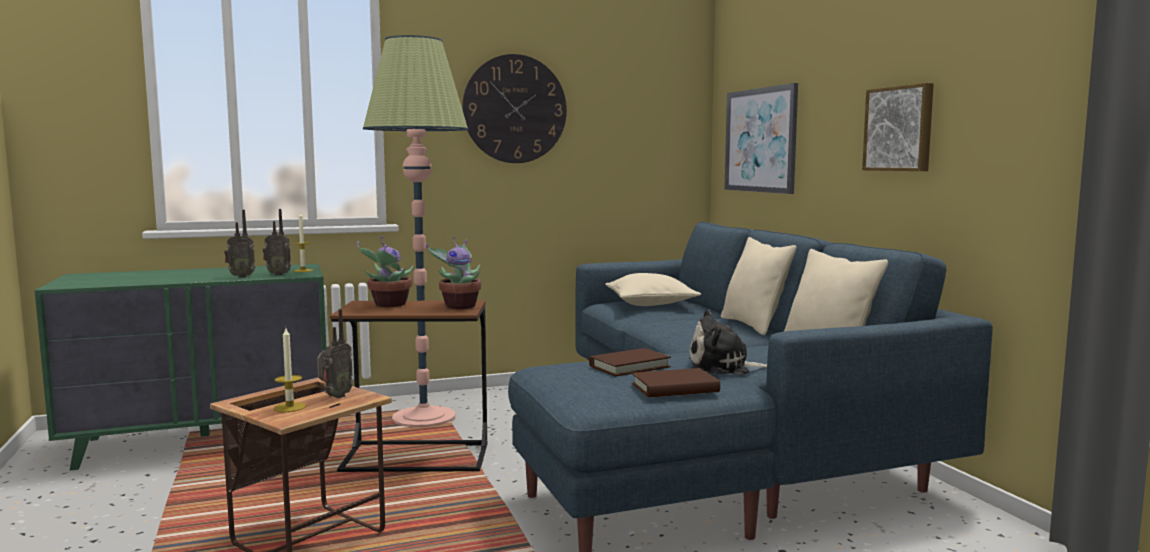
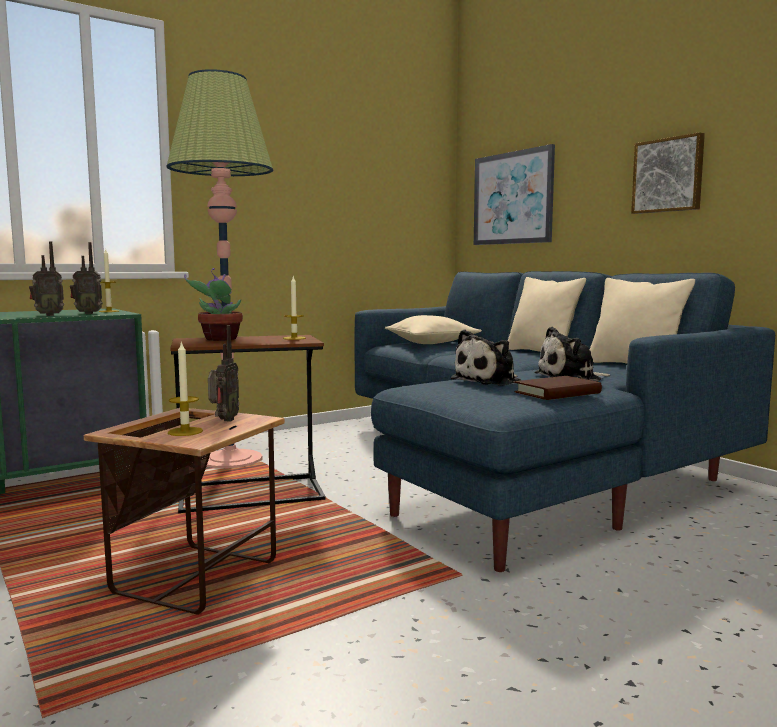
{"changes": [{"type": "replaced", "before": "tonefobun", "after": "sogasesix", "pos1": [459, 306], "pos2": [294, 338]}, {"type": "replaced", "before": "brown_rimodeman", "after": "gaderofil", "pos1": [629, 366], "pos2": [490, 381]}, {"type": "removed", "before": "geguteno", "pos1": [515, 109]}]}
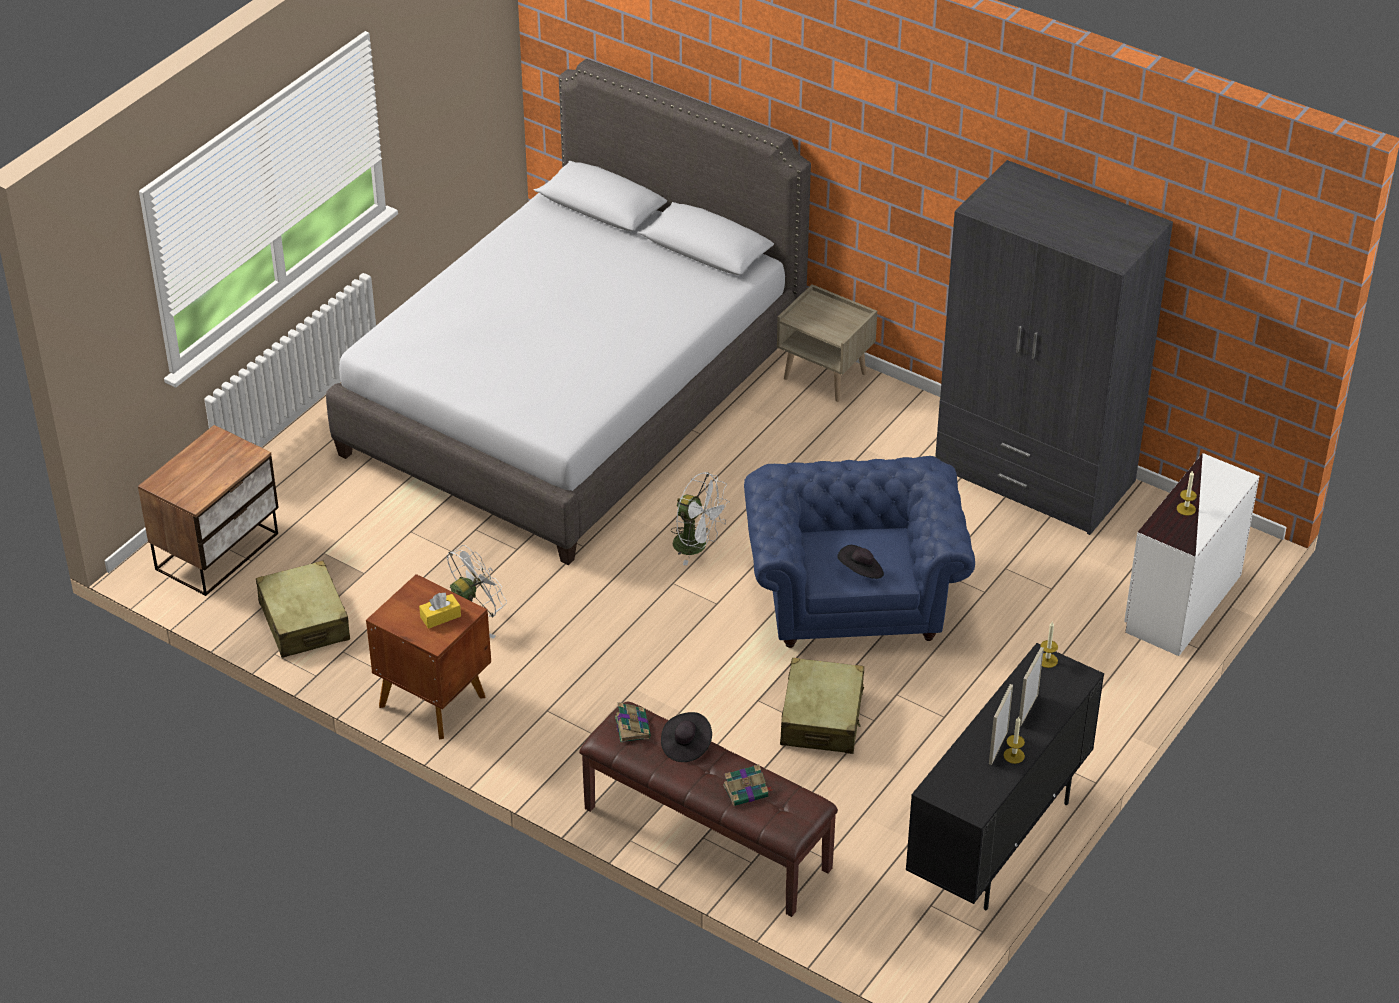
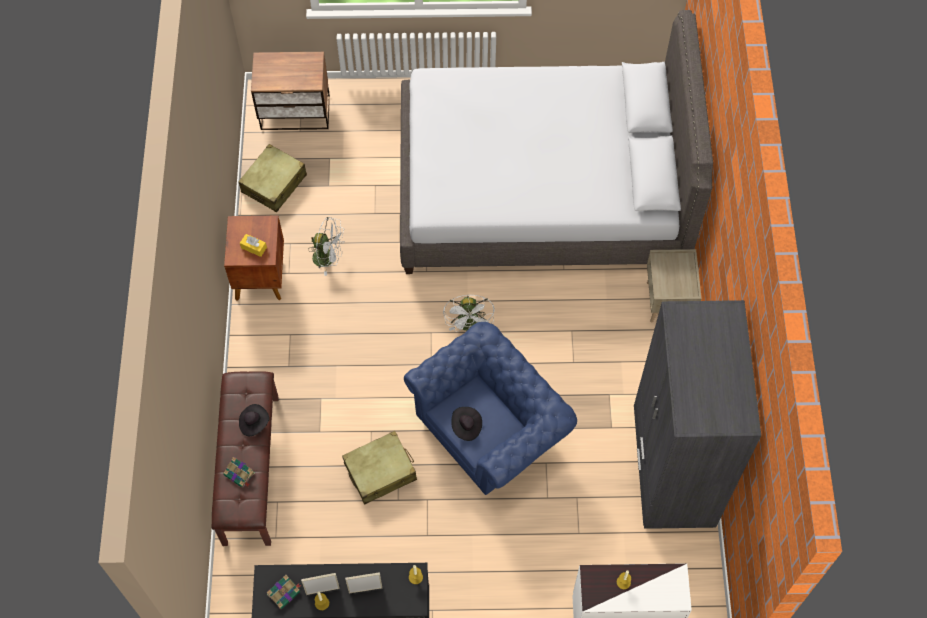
{"changes": [{"type": "moved", "before": "rimodeman", "pos1": [632, 726], "pos2": [284, 592]}]}
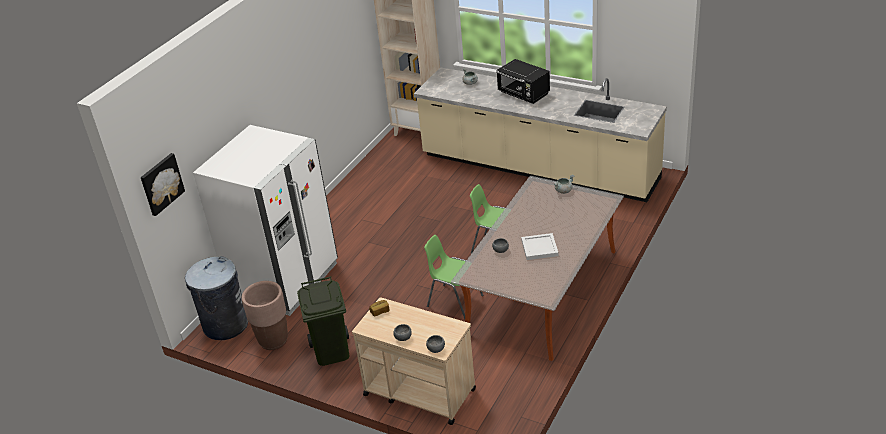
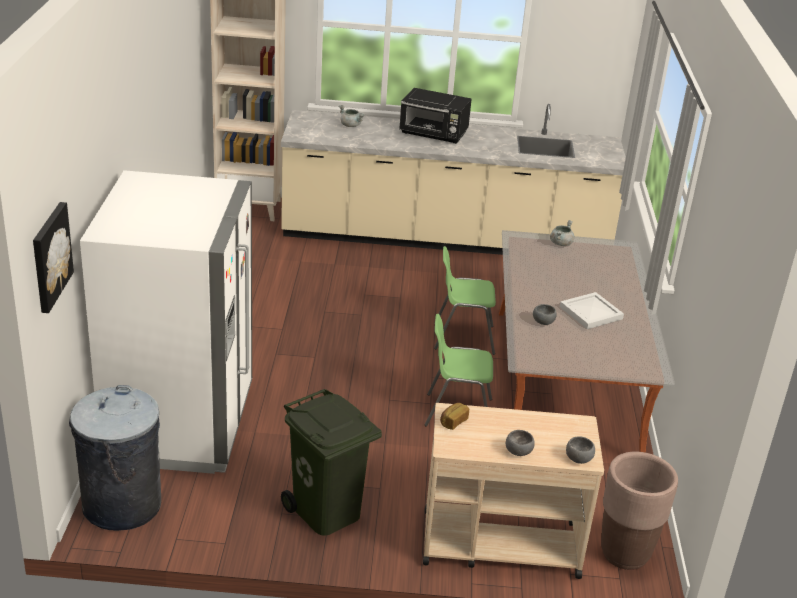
{"changes": [{"type": "moved", "before": "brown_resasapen", "pos1": [273, 341], "pos2": [625, 554]}]}
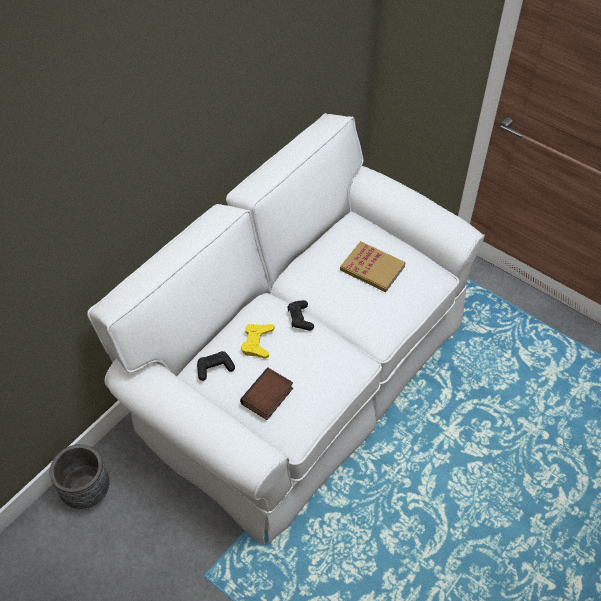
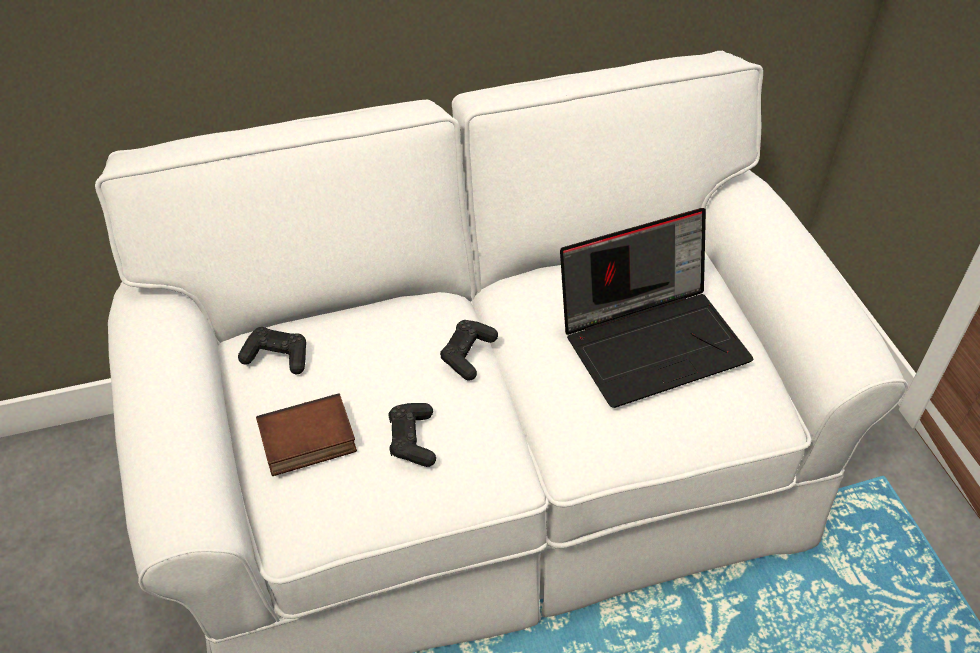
{"changes": [{"type": "added", "after": "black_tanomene", "pos2": [412, 440]}, {"type": "replaced", "before": "rimodeman", "after": "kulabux", "pos1": [372, 268], "pos2": [653, 339]}, {"type": "removed", "before": "grey_resasapen", "pos1": [87, 490]}, {"type": "removed", "before": "yellow_tanomene", "pos1": [257, 342]}]}
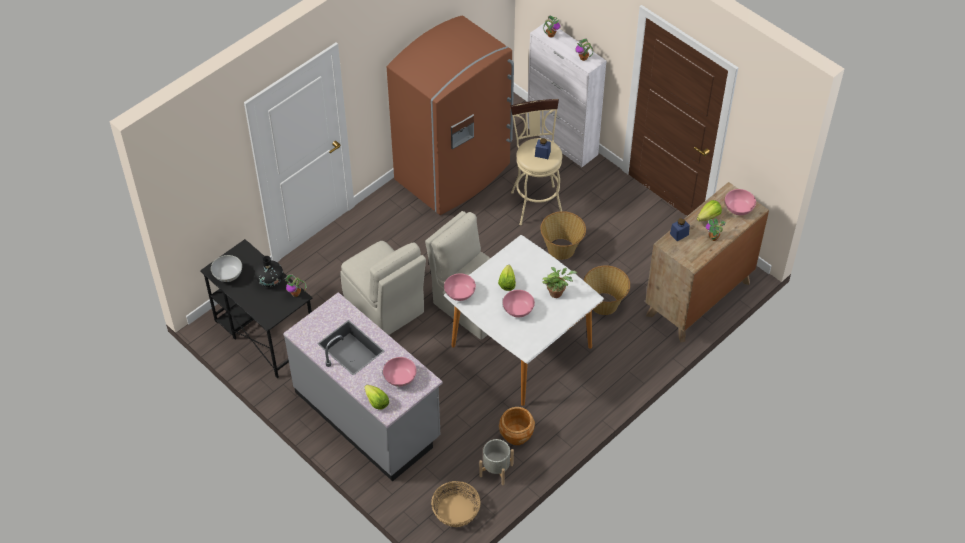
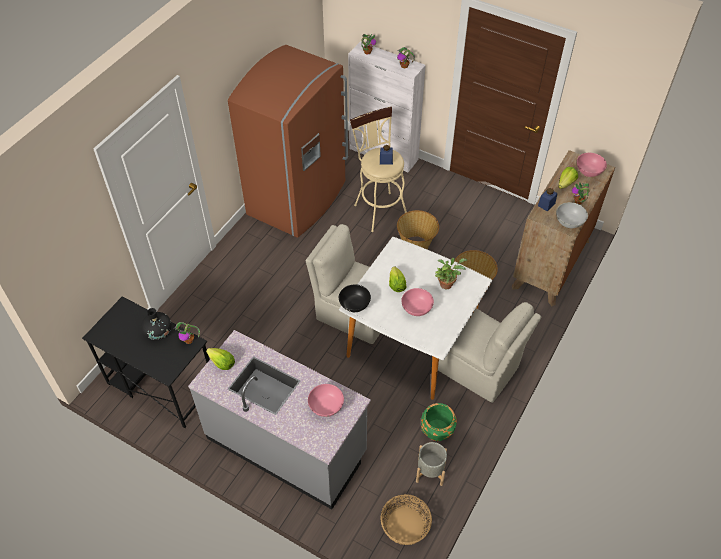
{"changes": [{"type": "moved", "before": "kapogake", "pos1": [376, 402], "pos2": [222, 363]}, {"type": "recoloured", "before": "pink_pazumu", "after": "black_pazumu", "pos1": [460, 294], "pos2": [354, 305]}, {"type": "recoloured", "before": "brown_resasapen", "after": "green_resasapen", "pos1": [516, 435], "pos2": [437, 430]}, {"type": "moved", "before": "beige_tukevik", "pos1": [384, 306], "pos2": [478, 369]}, {"type": "moved", "before": "white_pazumu", "pos1": [228, 275], "pos2": [569, 222]}]}
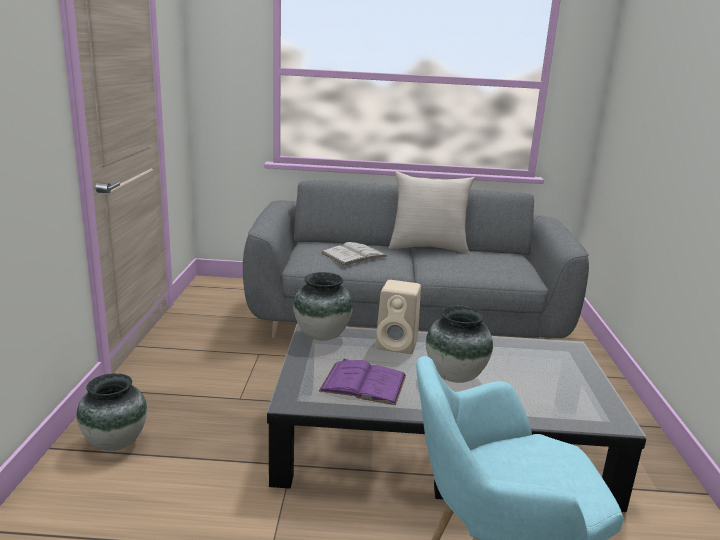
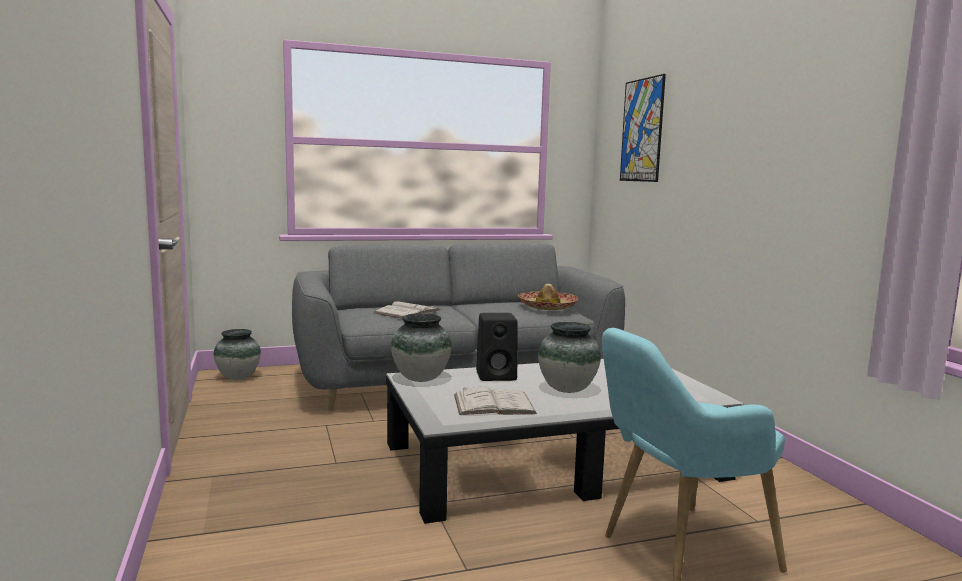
{"changes": [{"type": "moved", "before": "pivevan", "pos1": [115, 442], "pos2": [238, 377]}, {"type": "recoloured", "before": "purple_rimodeman", "after": "white_rimodeman", "pos1": [363, 383], "pos2": [493, 404]}, {"type": "recoloured", "before": "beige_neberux", "after": "black_neberux", "pos1": [398, 344], "pos2": [497, 376]}, {"type": "added", "after": "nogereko", "pos2": [547, 307]}, {"type": "added", "after": "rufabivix", "pos2": [642, 130]}, {"type": "removed", "before": "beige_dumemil", "pos1": [428, 248]}]}
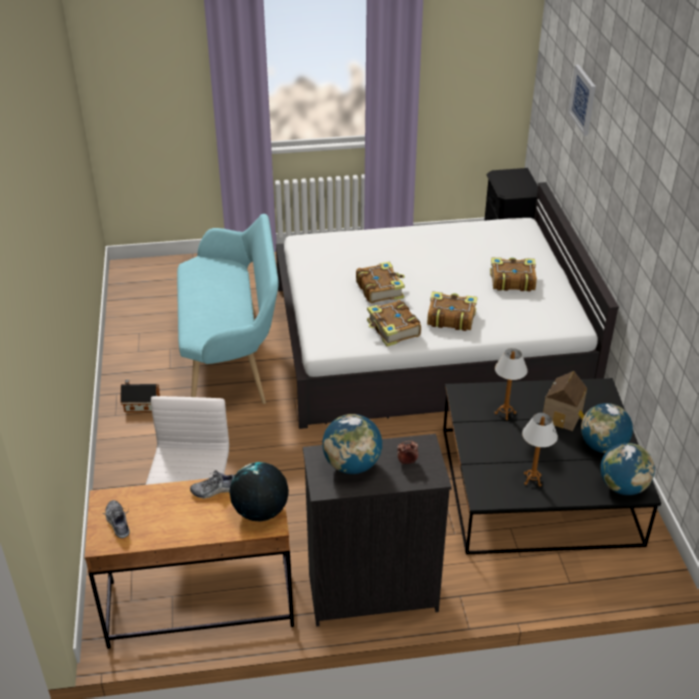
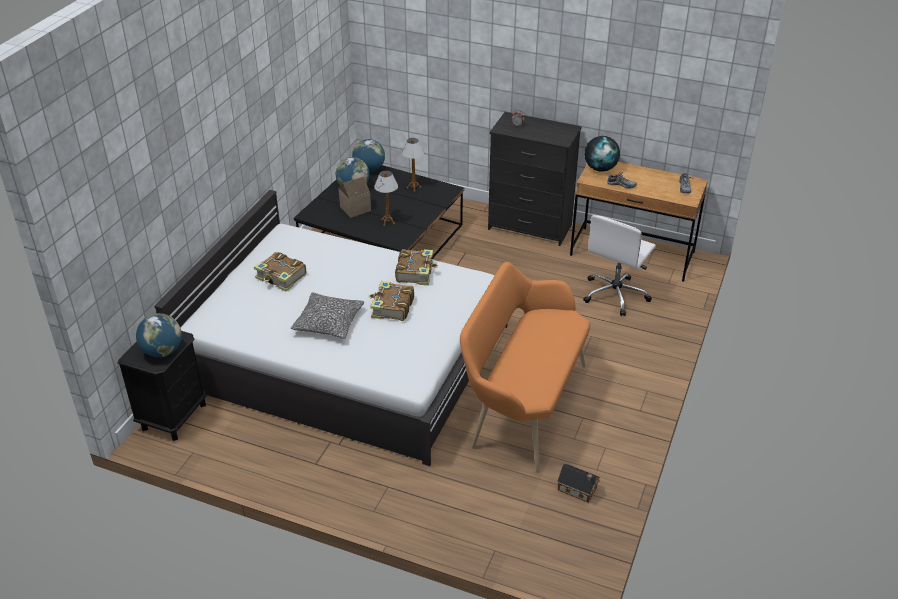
{"changes": [{"type": "moved", "before": "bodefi", "pos1": [352, 465], "pos2": [162, 352]}, {"type": "added", "after": "dumemil", "pos2": [328, 322]}, {"type": "recoloured", "before": "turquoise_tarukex", "after": "orange_tarukex", "pos1": [232, 358], "pos2": [522, 405]}, {"type": "moved", "before": "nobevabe", "pos1": [140, 404], "pos2": [578, 489]}, {"type": "removed", "before": "rimodeman", "pos1": [450, 317]}, {"type": "removed", "before": "rufabivix", "pos1": [583, 99]}]}
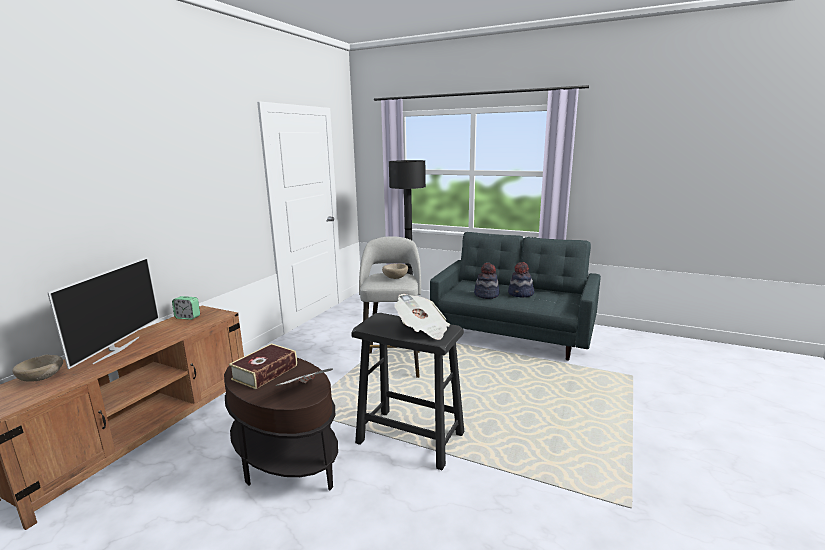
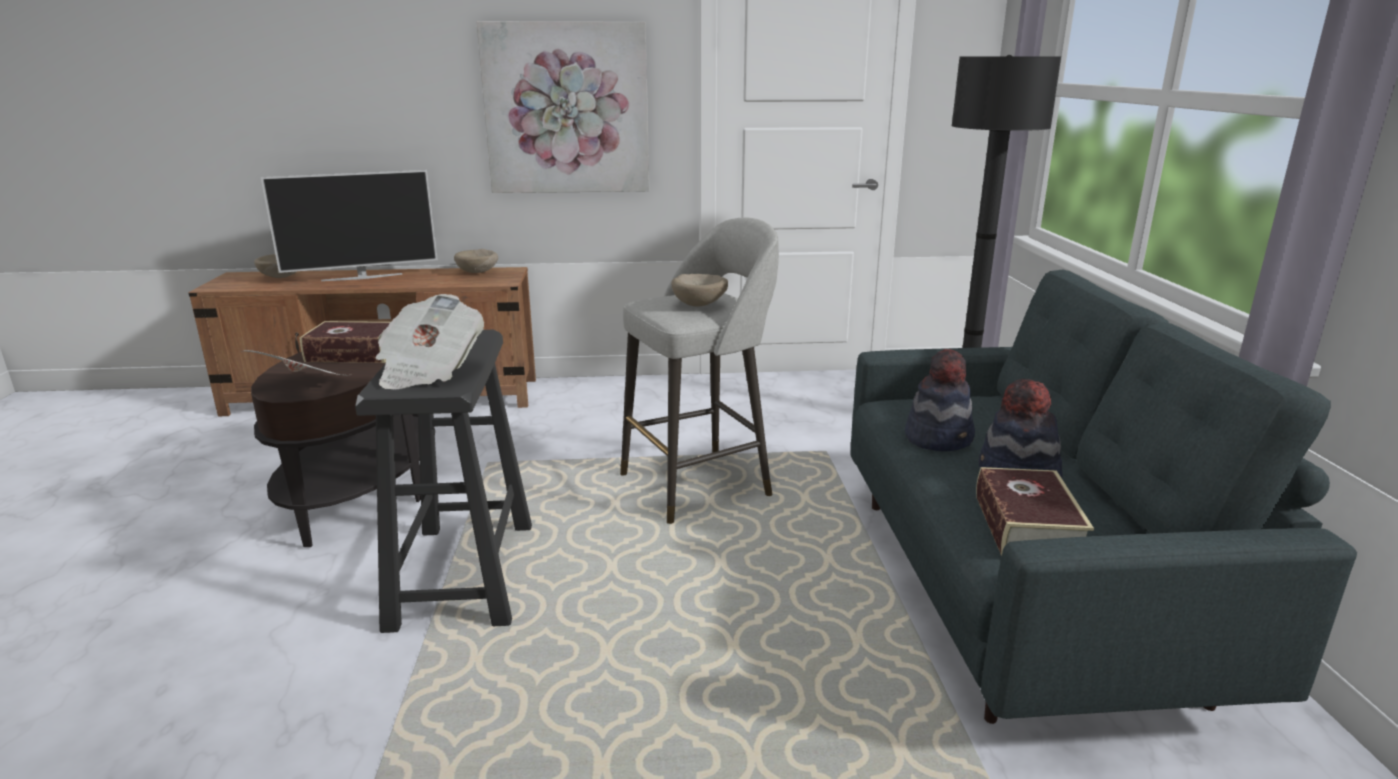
{"changes": [{"type": "replaced", "before": "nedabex", "after": "beige_pazumu", "pos1": [188, 317], "pos2": [478, 272]}, {"type": "added", "after": "rufabivix", "pos2": [567, 109]}, {"type": "added", "after": "rimodeman", "pos2": [1027, 527]}]}
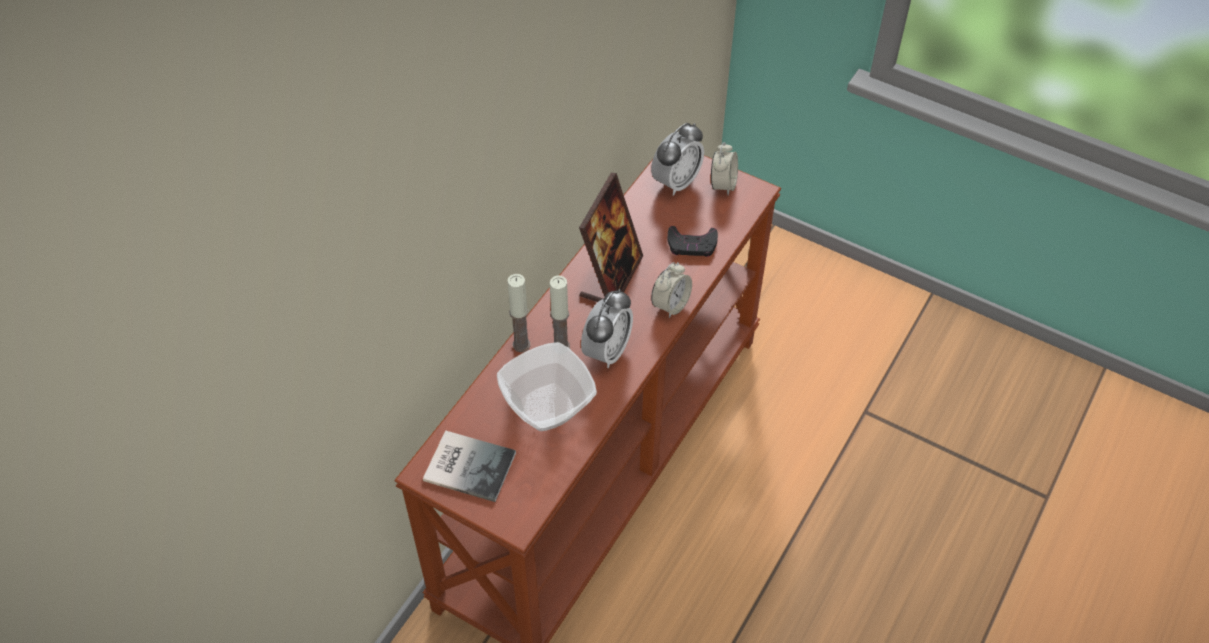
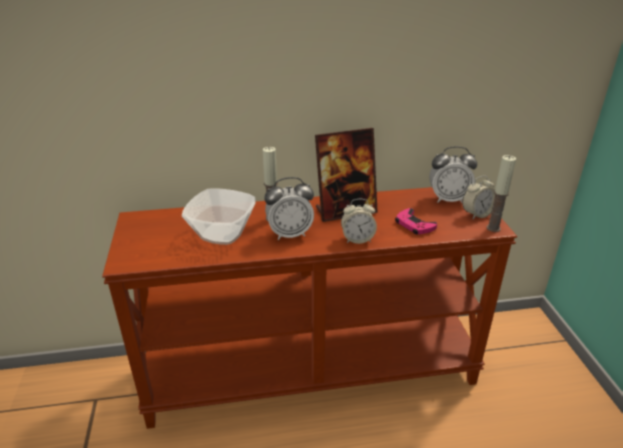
{"changes": [{"type": "recoloured", "before": "black_tanomene", "after": "pink_tanomene", "pos1": [692, 244], "pos2": [414, 225]}, {"type": "moved", "before": "sogasesix", "pos1": [521, 345], "pos2": [493, 228]}, {"type": "removed", "before": "rimodeman", "pos1": [468, 464]}]}
